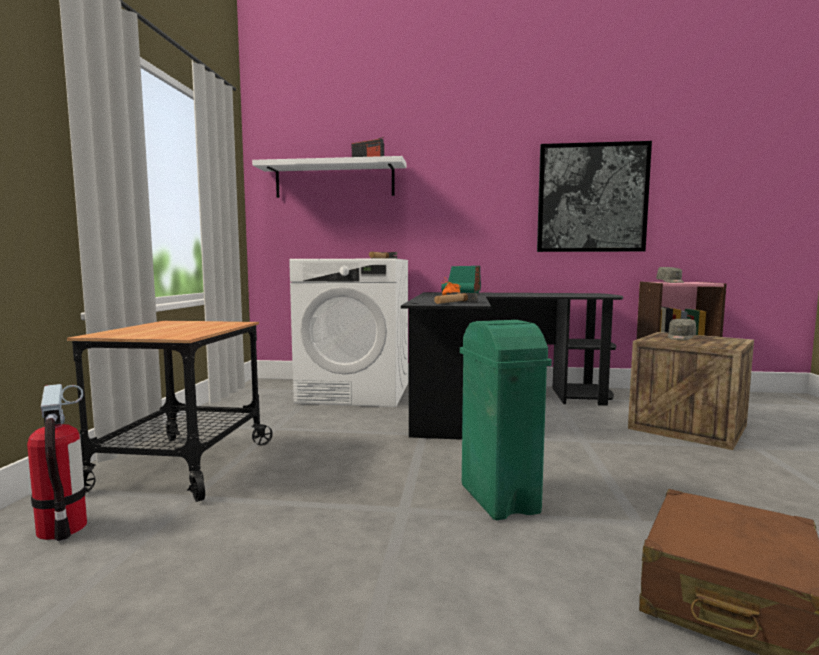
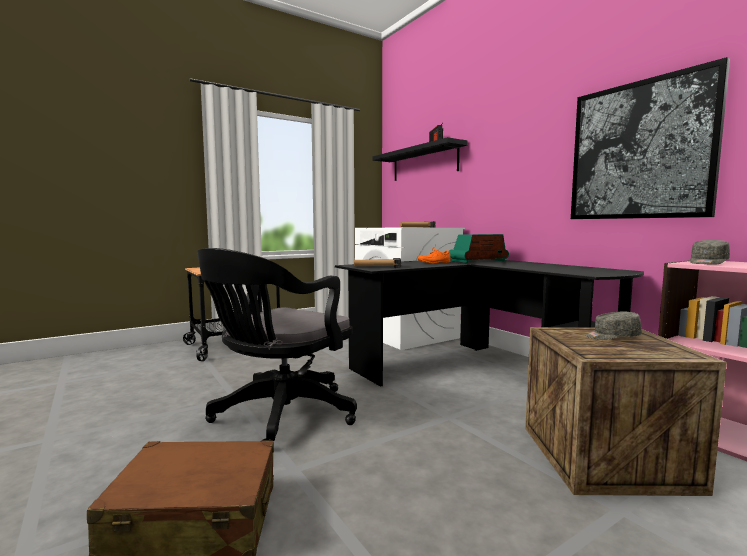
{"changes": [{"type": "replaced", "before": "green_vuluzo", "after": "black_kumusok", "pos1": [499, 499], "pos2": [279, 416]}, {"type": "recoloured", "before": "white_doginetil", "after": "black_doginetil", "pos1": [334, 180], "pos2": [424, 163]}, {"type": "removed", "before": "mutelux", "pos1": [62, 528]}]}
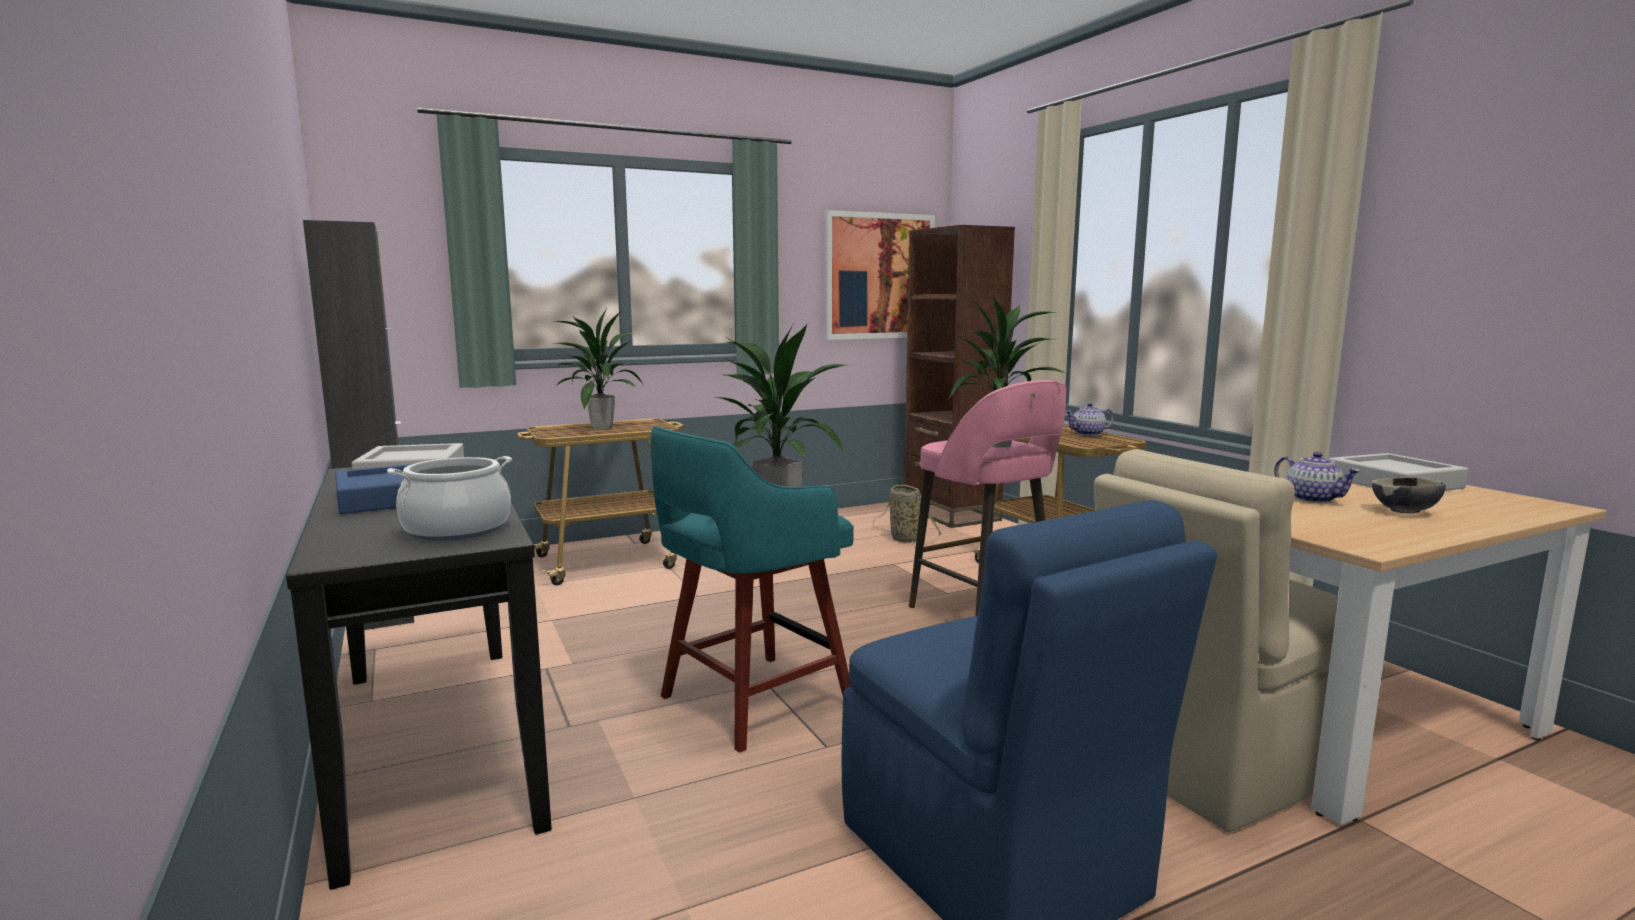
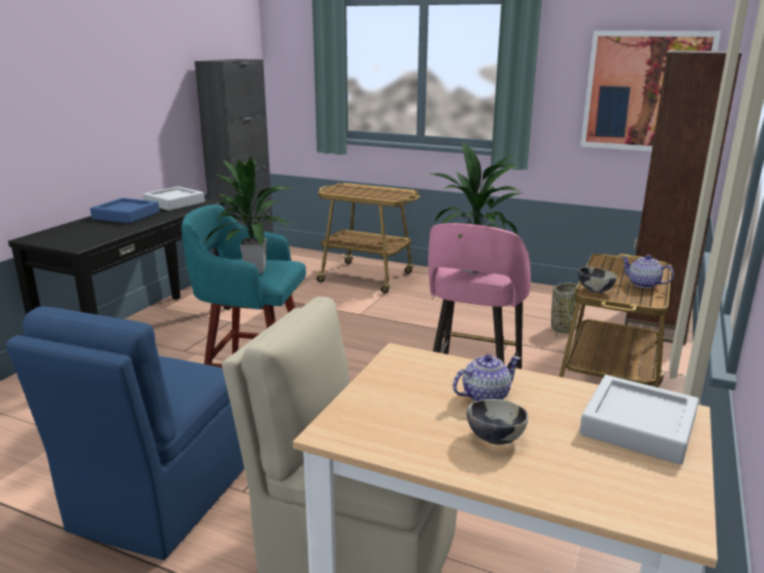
{"changes": [{"type": "turned", "before": "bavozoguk", "pos1": [1312, 499], "pos2": [484, 396], "turn": -135}, {"type": "added", "after": "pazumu", "pos2": [594, 290]}, {"type": "removed", "before": "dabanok", "pos1": [457, 529]}, {"type": "removed", "before": "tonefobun", "pos1": [601, 427]}]}
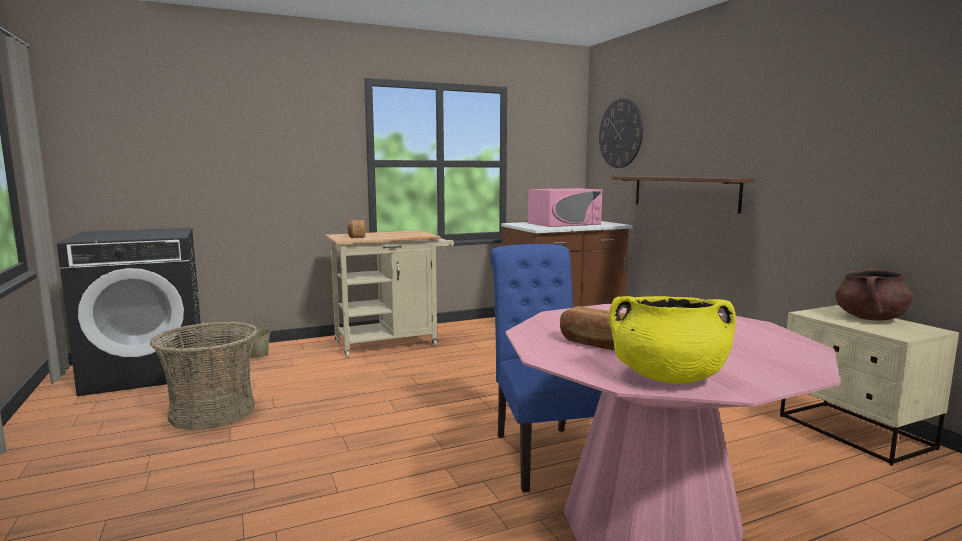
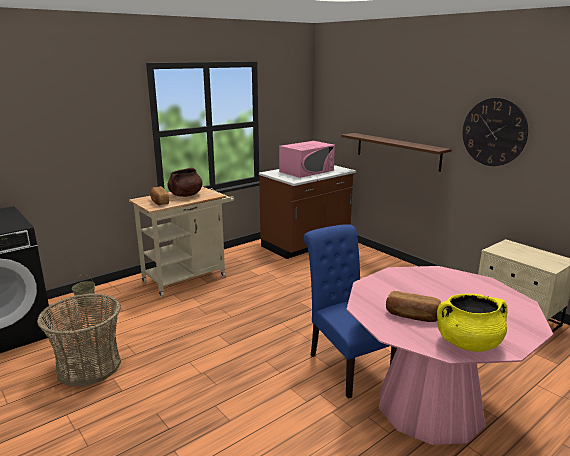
{"changes": [{"type": "moved", "before": "brown_dabanok", "pos1": [870, 318], "pos2": [185, 195]}, {"type": "moved", "before": "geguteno", "pos1": [620, 133], "pos2": [494, 132]}]}
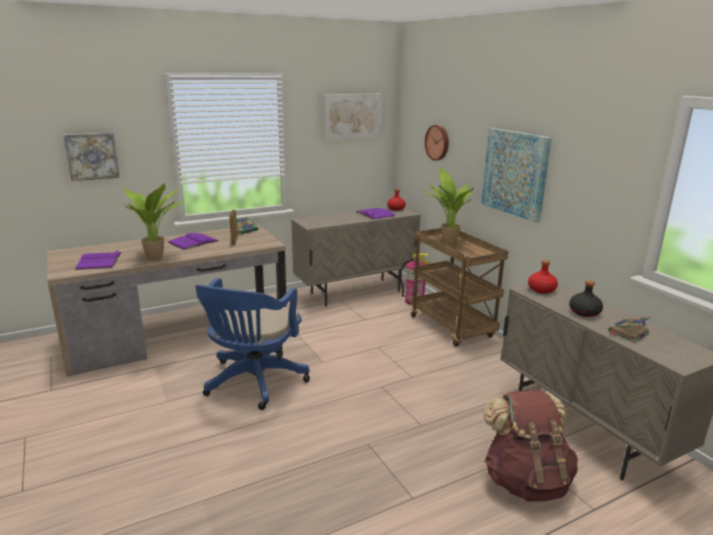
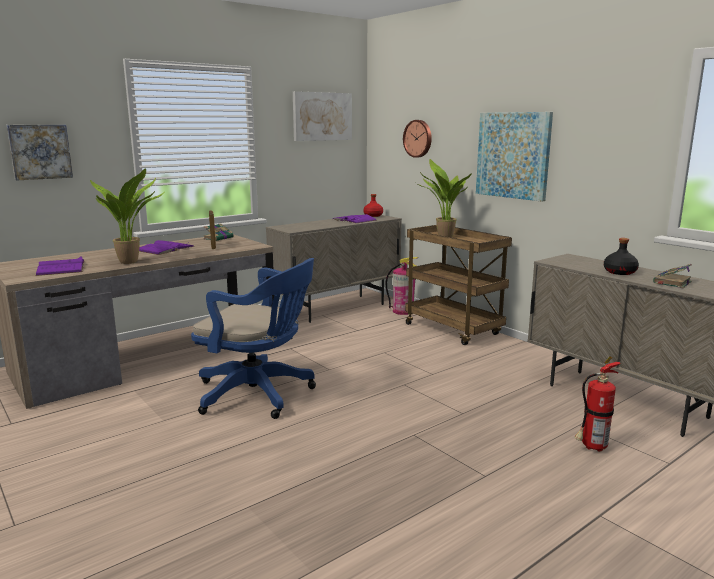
{"changes": [{"type": "turned", "before": "blue_kumusok", "pos1": [253, 383], "pos2": [259, 394], "turn": -75}, {"type": "replaced", "before": "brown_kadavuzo", "after": "mutelux", "pos1": [525, 481], "pos2": [591, 448]}, {"type": "removed", "before": "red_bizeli", "pos1": [541, 289]}]}
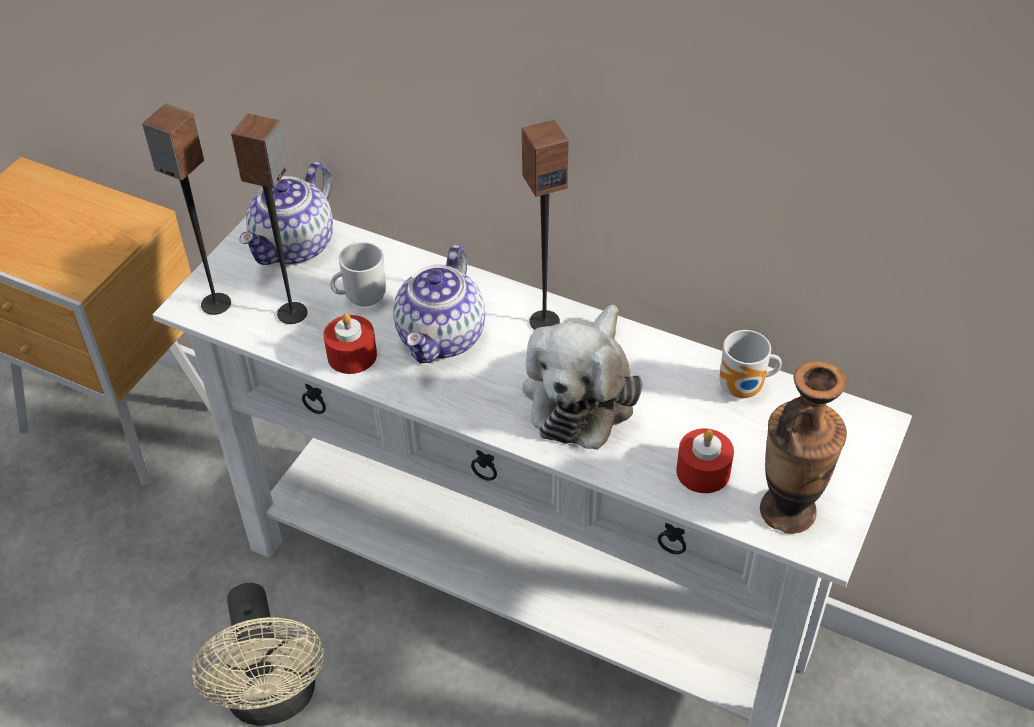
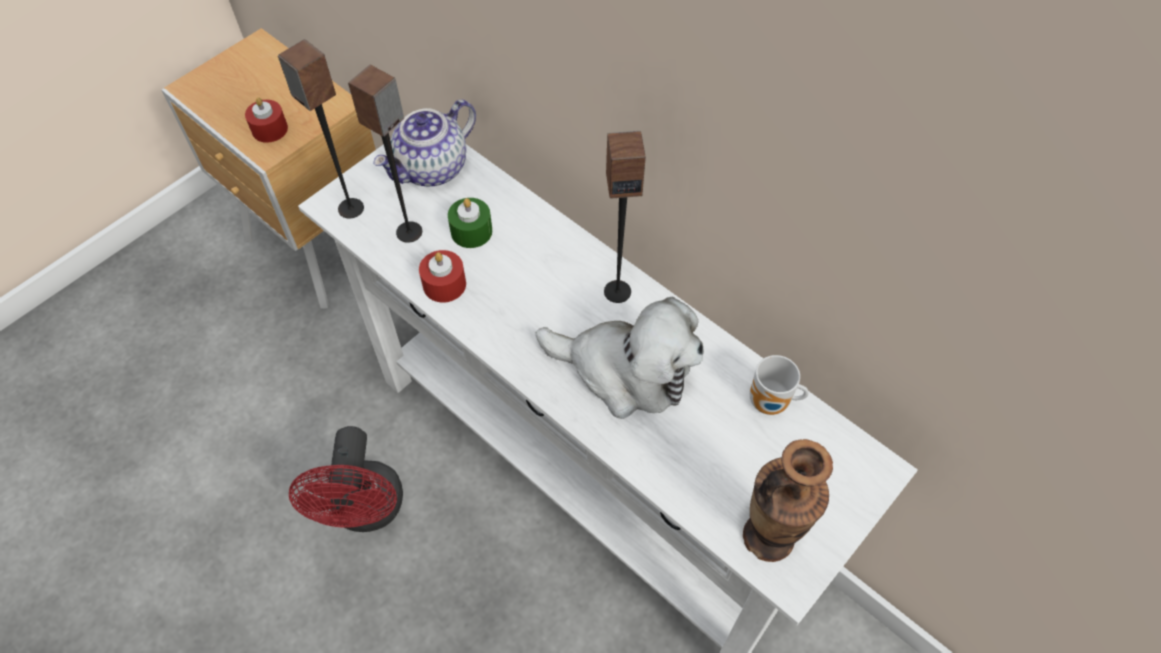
{"changes": [{"type": "moved", "before": "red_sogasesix", "pos1": [703, 471], "pos2": [270, 129]}, {"type": "recoloured", "before": "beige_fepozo", "after": "red_fepozo", "pos1": [274, 700], "pos2": [366, 511]}, {"type": "replaced", "before": "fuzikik", "after": "green_sogasesix", "pos1": [362, 298], "pos2": [471, 231]}, {"type": "turned", "before": "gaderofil", "pos1": [582, 394], "pos2": [625, 371], "turn": -105}, {"type": "removed", "before": "bavozoguk", "pos1": [442, 338]}]}
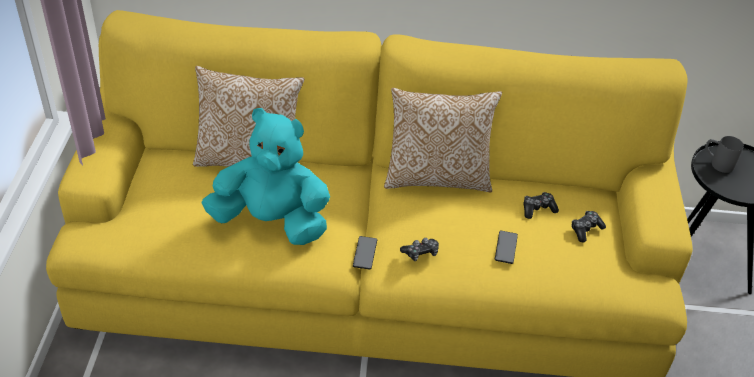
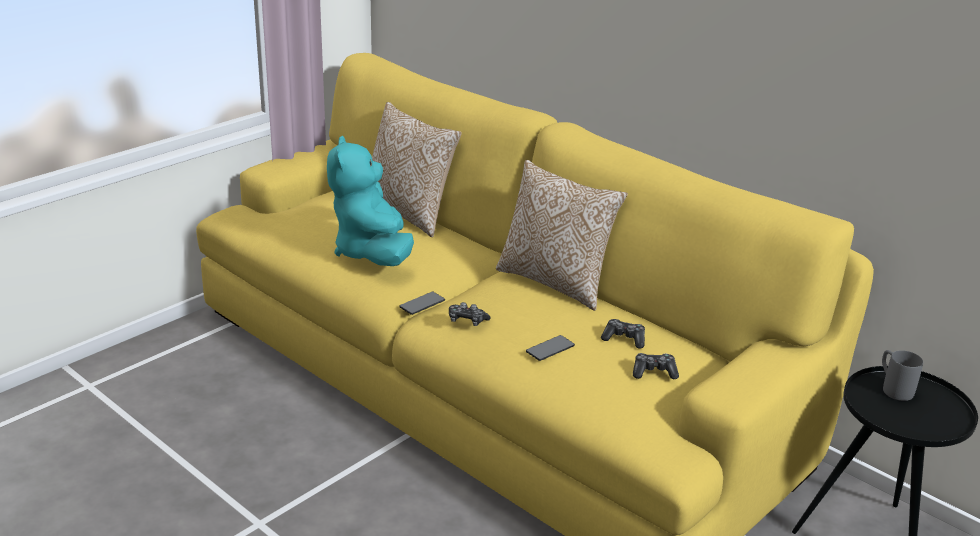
{"changes": [{"type": "turned", "before": "turquoise_gaderofil", "pos1": [272, 221], "pos2": [372, 253], "turn": -150}]}
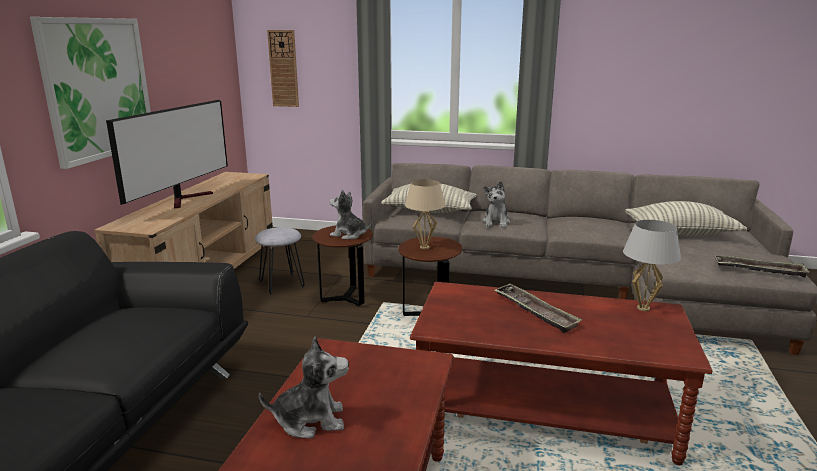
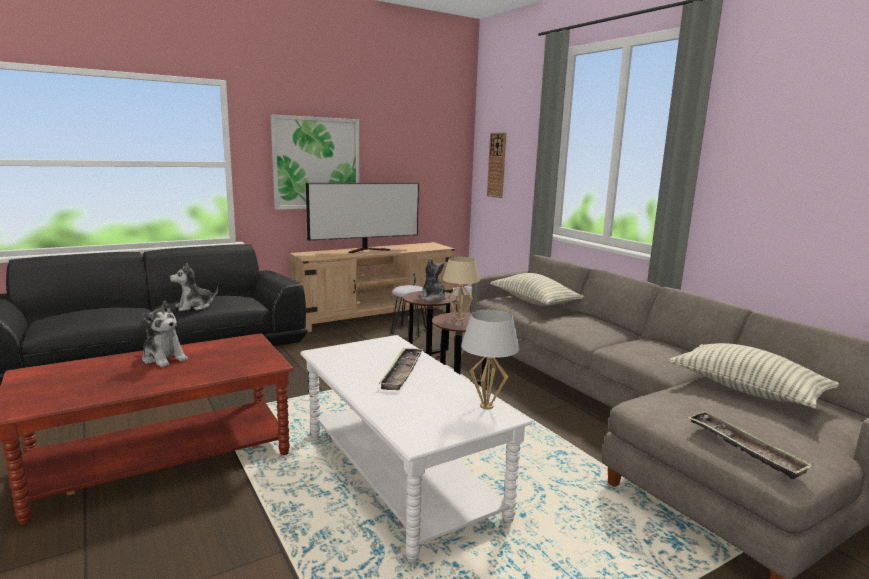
{"changes": [{"type": "moved", "before": "gaderofil", "pos1": [496, 222], "pos2": [194, 307]}, {"type": "recoloured", "before": "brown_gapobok", "after": "white_gapobok", "pos1": [545, 411], "pos2": [400, 473]}]}
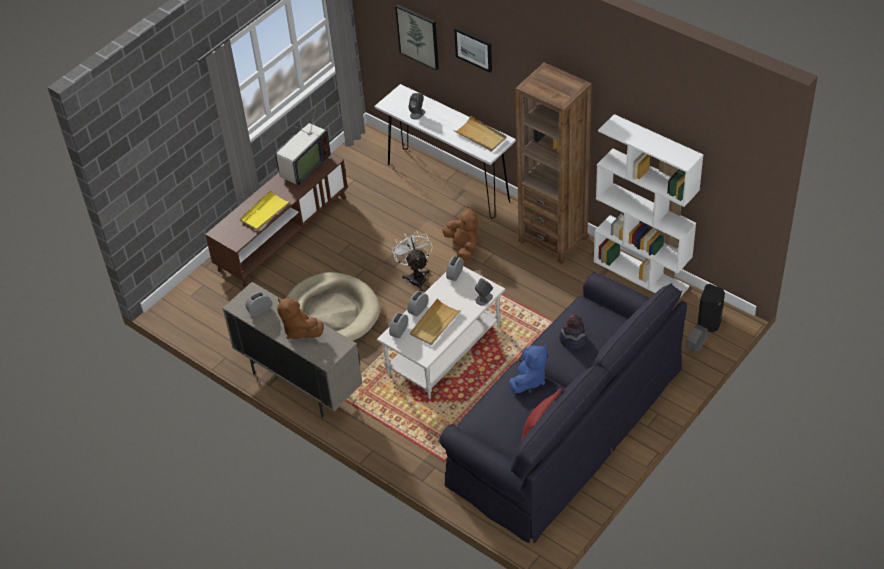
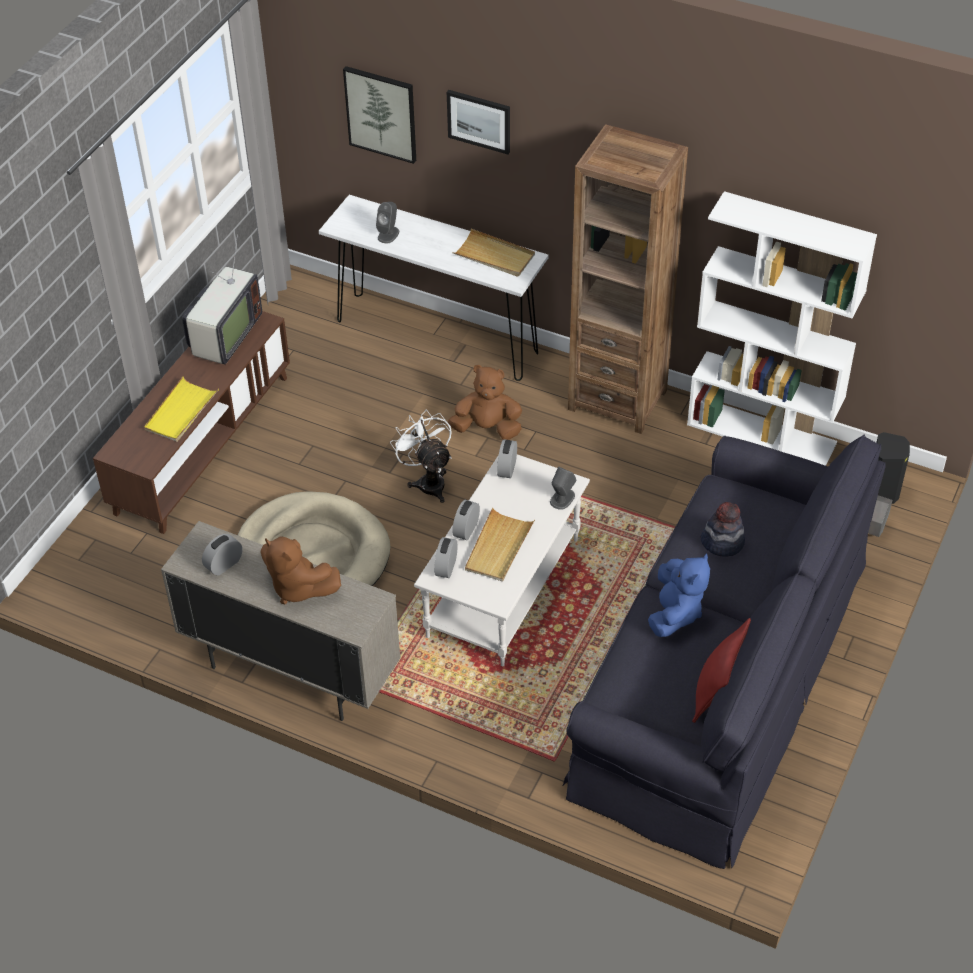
{"changes": [{"type": "turned", "before": "brown_gaderofil", "pos1": [463, 247], "pos2": [487, 428], "turn": -45}]}
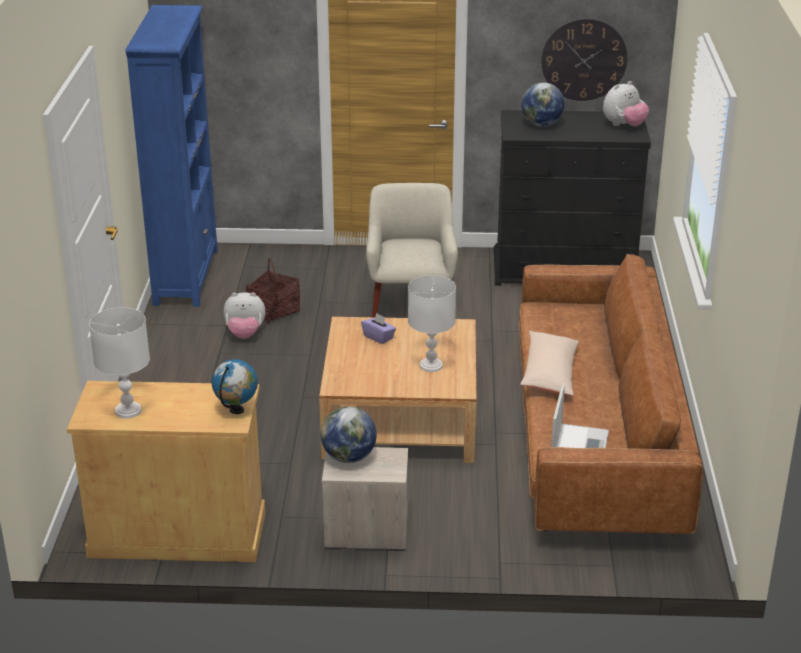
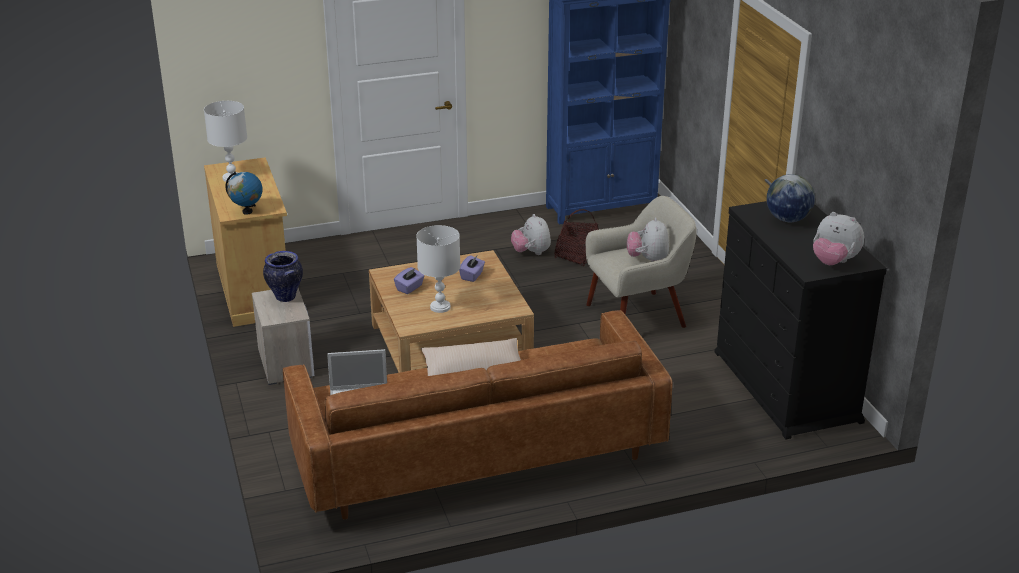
{"changes": [{"type": "replaced", "before": "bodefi", "after": "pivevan", "pos1": [348, 457], "pos2": [285, 297]}, {"type": "added", "after": "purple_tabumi", "pos2": [409, 288]}, {"type": "added", "after": "gaderofil", "pos2": [647, 260]}, {"type": "removed", "before": "geguteno", "pos1": [584, 59]}]}
